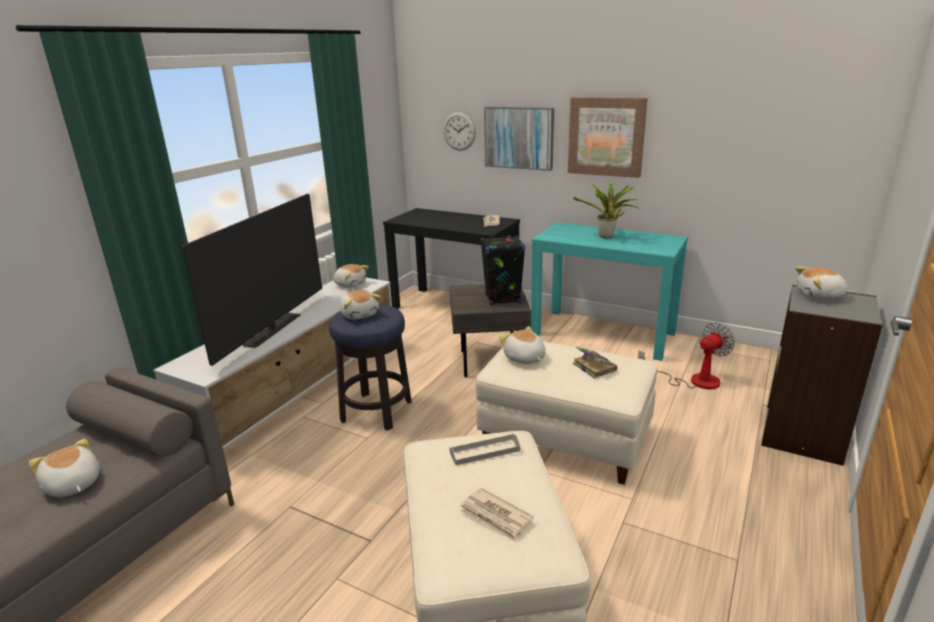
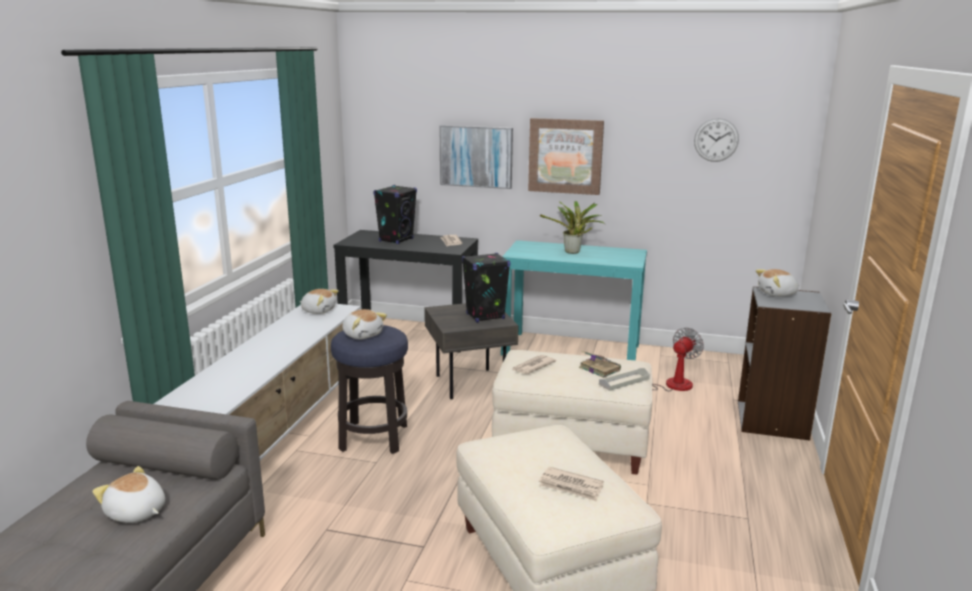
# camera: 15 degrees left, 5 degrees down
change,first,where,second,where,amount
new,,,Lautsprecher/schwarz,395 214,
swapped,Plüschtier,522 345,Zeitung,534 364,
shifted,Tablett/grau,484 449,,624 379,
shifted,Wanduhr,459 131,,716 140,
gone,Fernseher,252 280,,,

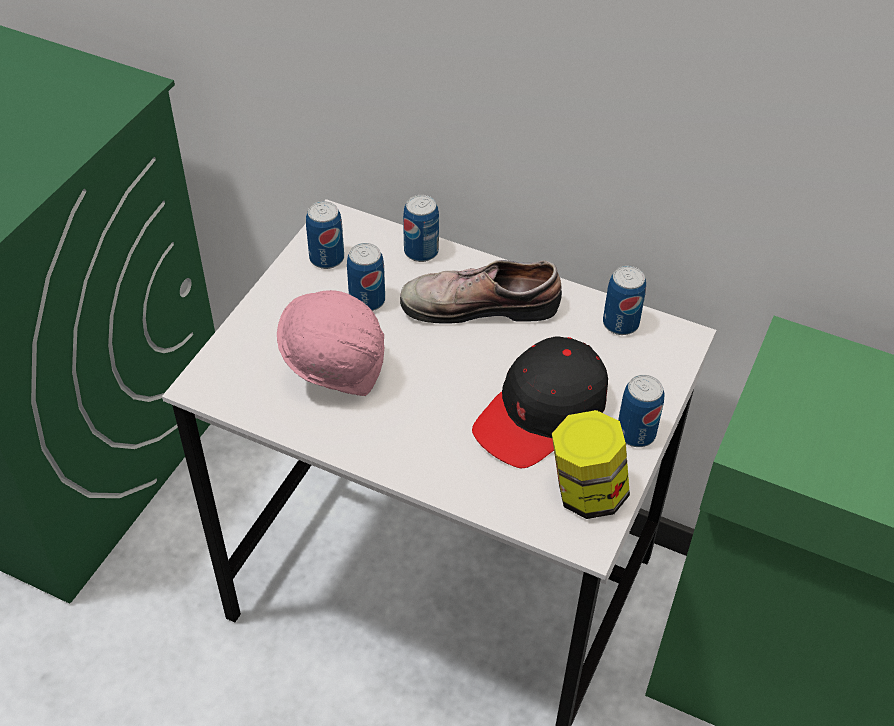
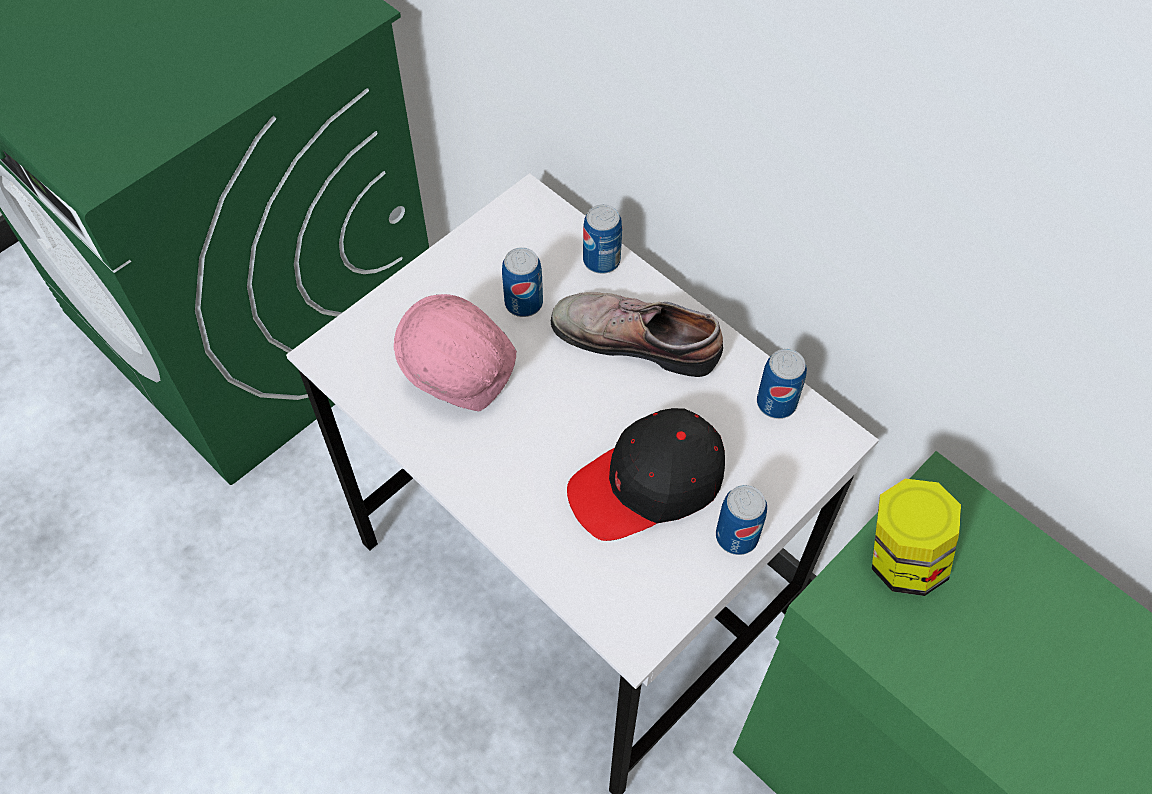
# camera: 20 degrees right, 10 degrees up
change,first,where,second,where,amount
shifted,Vorratsglas,591 464,,916 537,
gone,Dose,325 235,,,

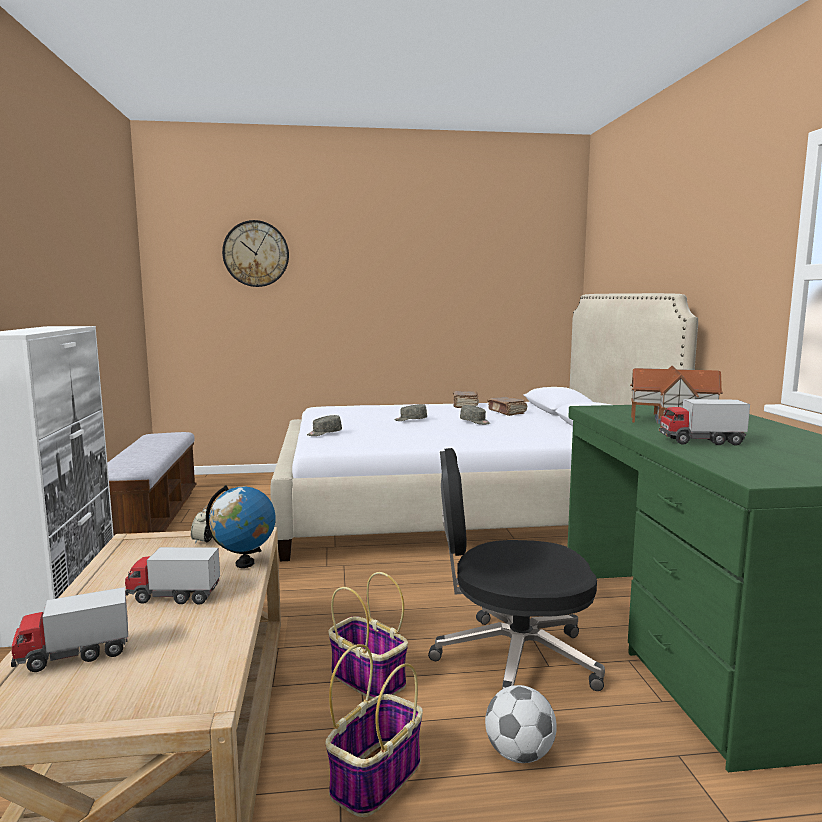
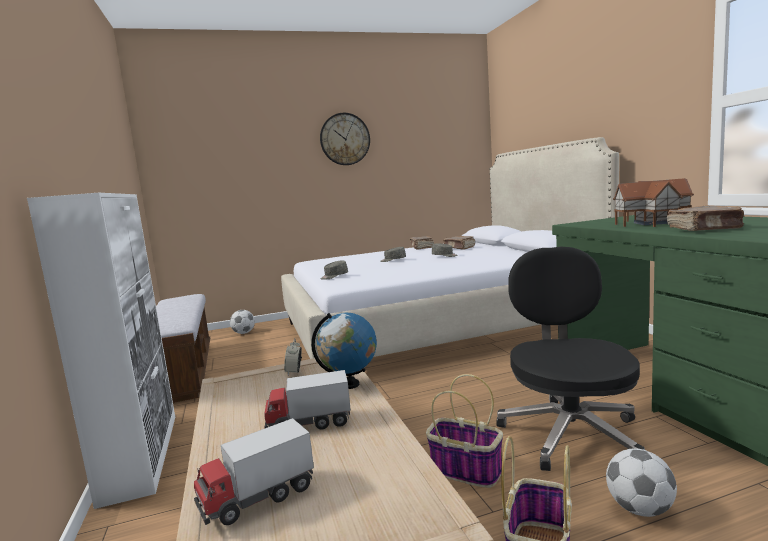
# camera: 10 degrees left, 0 degrees up
change,first,where,second,where,amount
new,,,Fußball,242 322,
shifted,Wanduhr,255 253,,345 139,
rotated,Bürostuhl/schwarz,516 569,,570 359,105 degrees clockwise
swapped,Spielzeuglaster,704 422,Buch/braun,705 218,

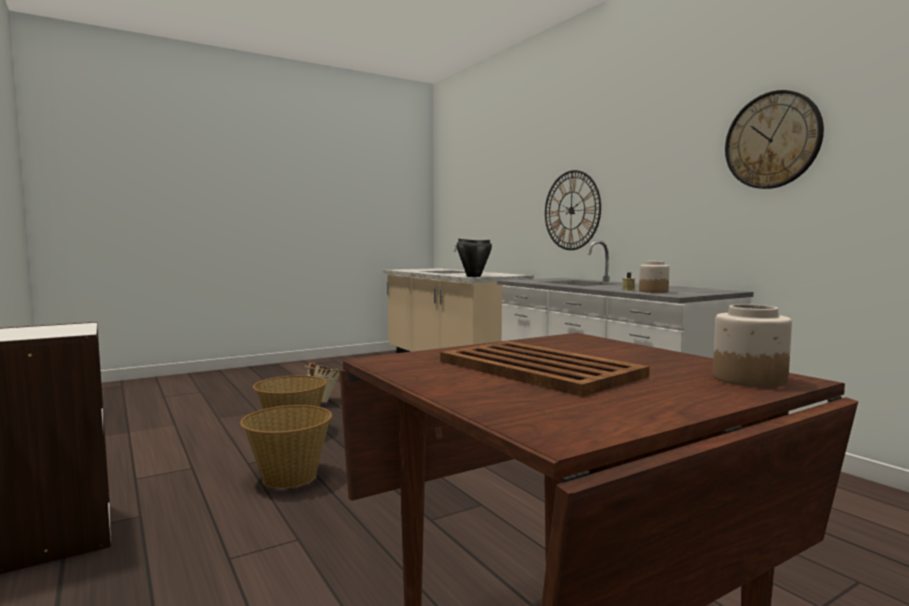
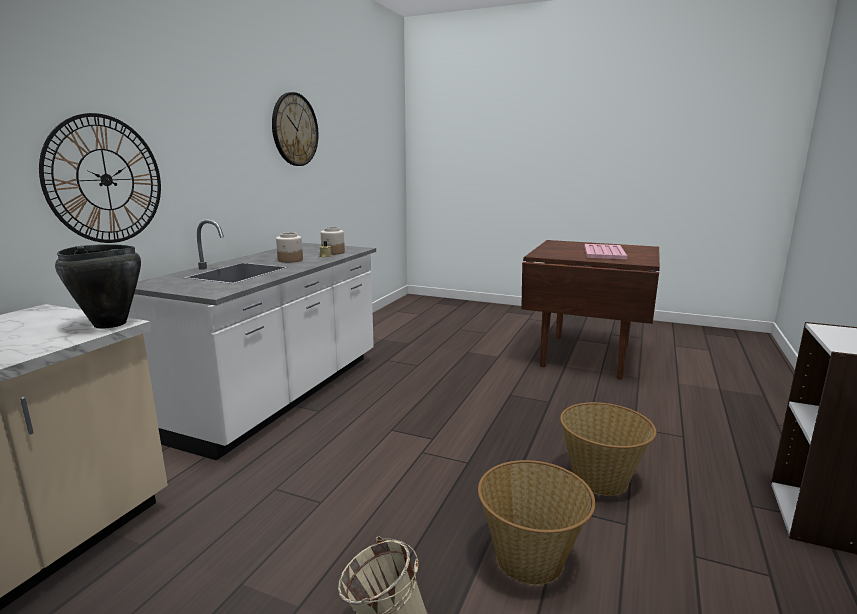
# camera: 125 degrees left, 10 degrees up
change,first,where,second,where,amount
shifted,Vorratsglas,752 346,,289 247,
repainted,Tablett/braun,545 369,Tablett/rosa,605 251,

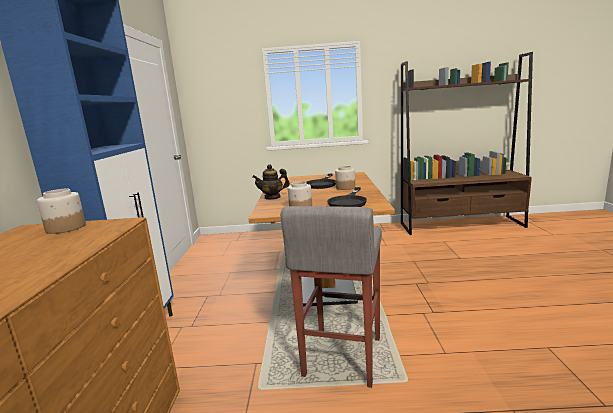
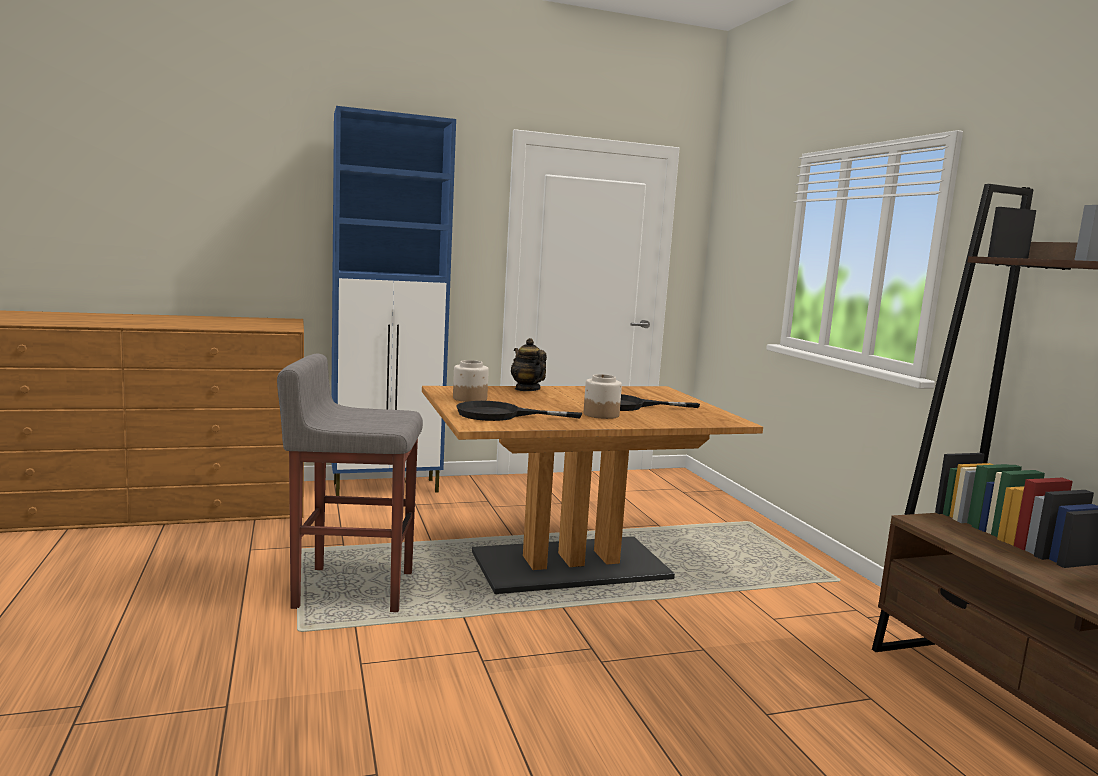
# camera: 70 degrees right, 5 degrees down
change,first,where,second,where,amount
gone,Vorratsglas,61 211,,,

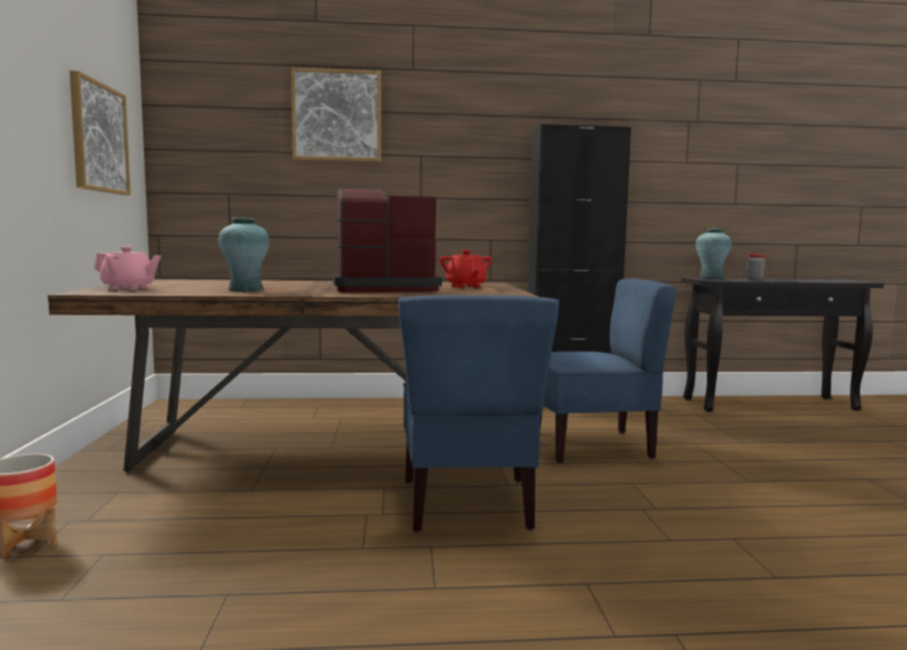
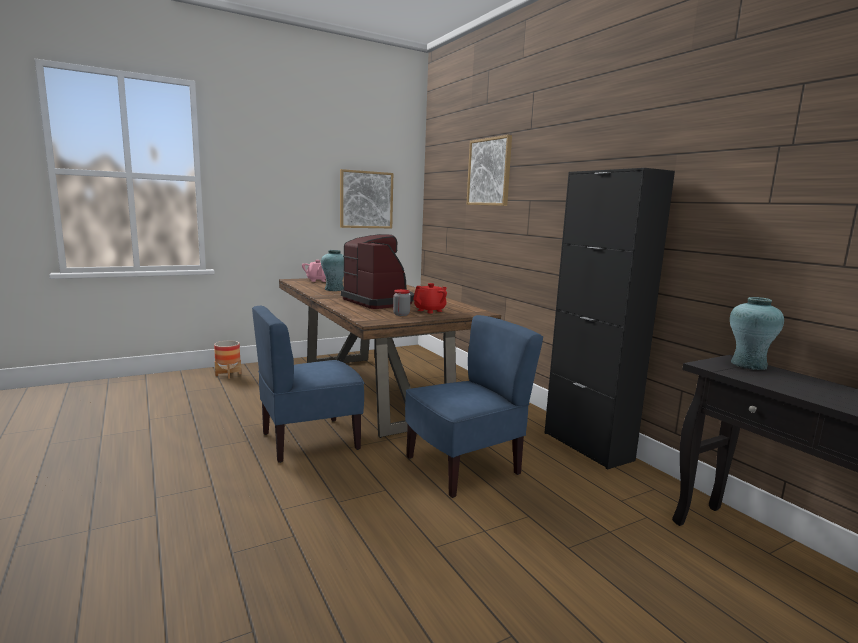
# camera: 65 degrees right, 5 degrees up
change,first,where,second,where,amount
shifted,Vorratsglas,756 267,,402 302,
rotated,Stuhl/blau,608 371,,474 406,90 degrees counterclockwise

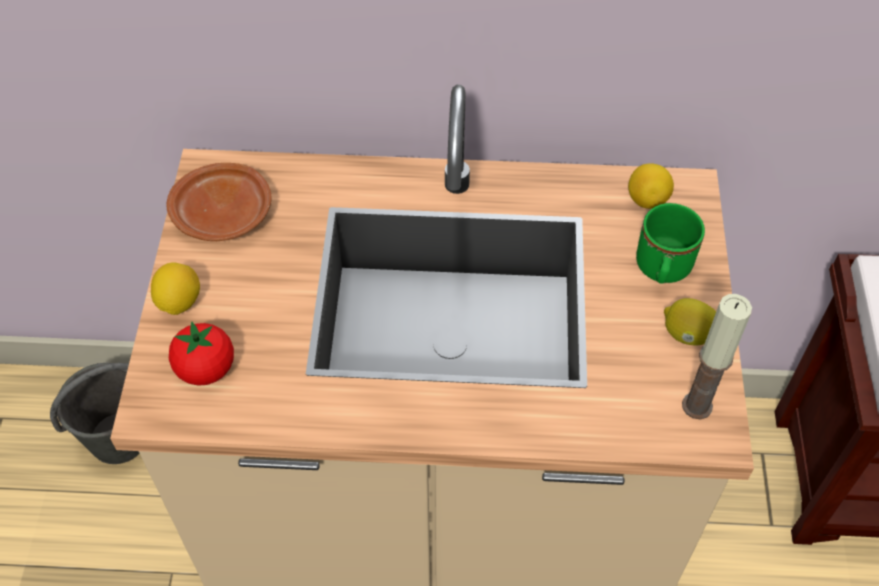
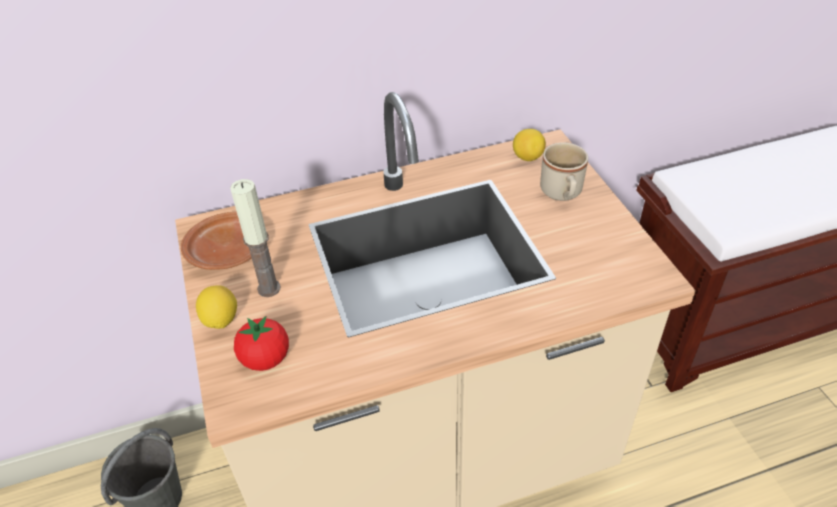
# camera: 20 degrees left, 10 degrees down
change,first,where,second,where,amount
shifted,Kerze,717 356,,255 238,
repainted,Henkelbecher/grün,670 243,Henkelbecher/beige,564 171,
gone,Zitrone,690 321,,,

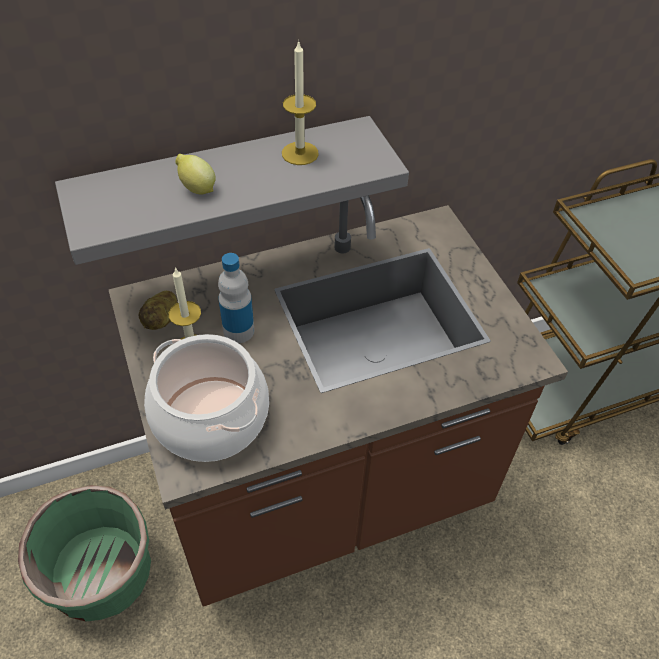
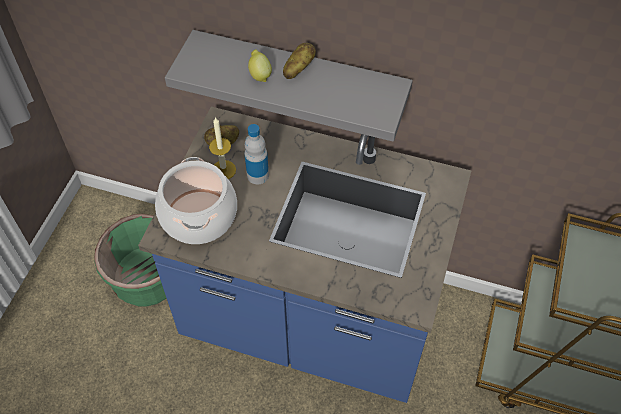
# camera: 40 degrees right, 5 degrees up
change,first,where,second,where,amount
repainted,Küchenzeile/braun,338 401,Küchenzeile/blau,304 255,
new,,,Kartoffel,299 61,
gone,Kerze,300 102,,,

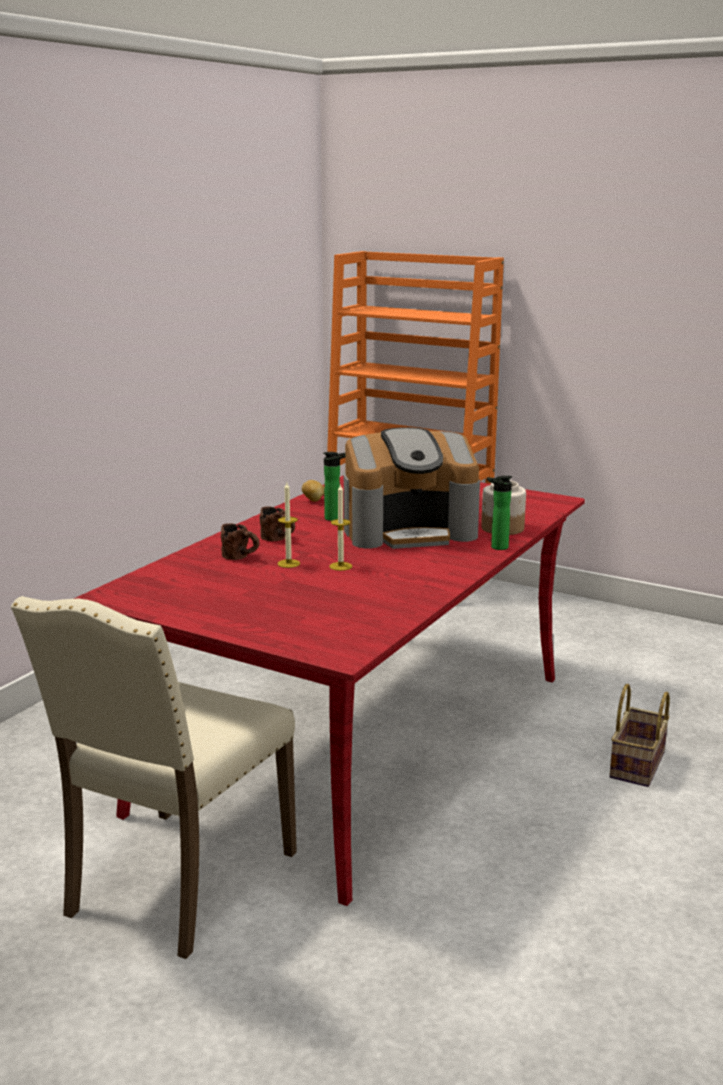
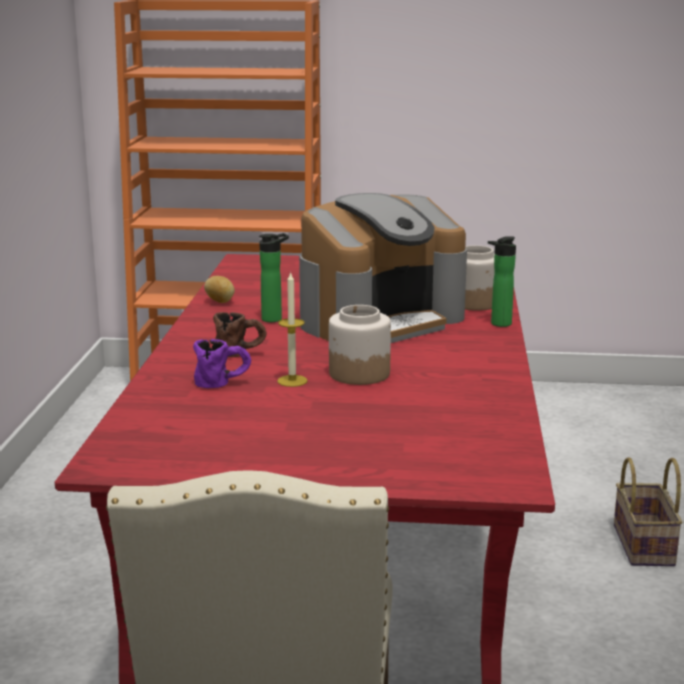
# camera: 25 degrees left, 0 degrees up
change,first,where,second,where,amount
repainted,Henkelbecher/braun,240 541,Henkelbecher/lila,222 363,
swapped,Kerze,340 528,Vorratsglas,360 345,

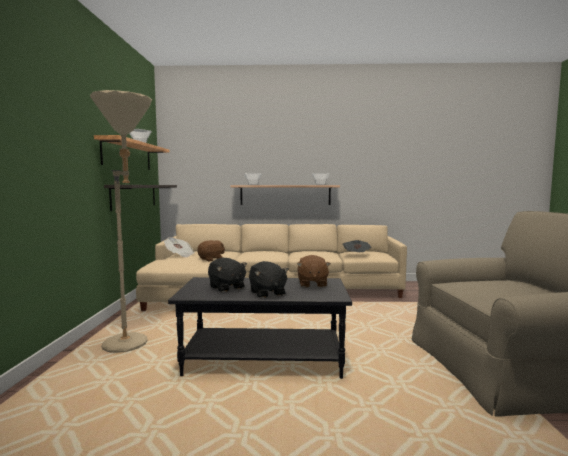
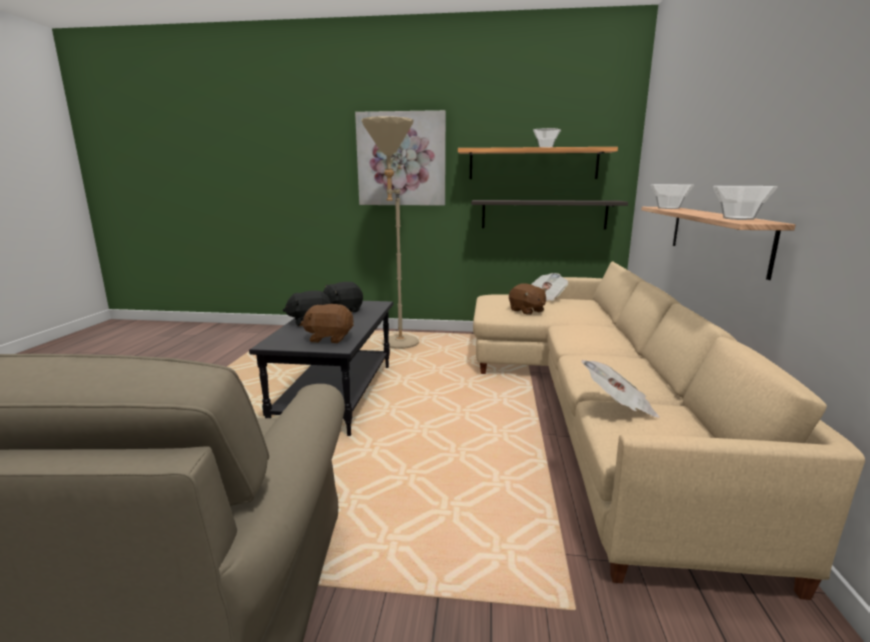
# camera: 95 degrees right, 10 degrees up
change,first,where,second,where,amount
new,,,Bild,400 158,

